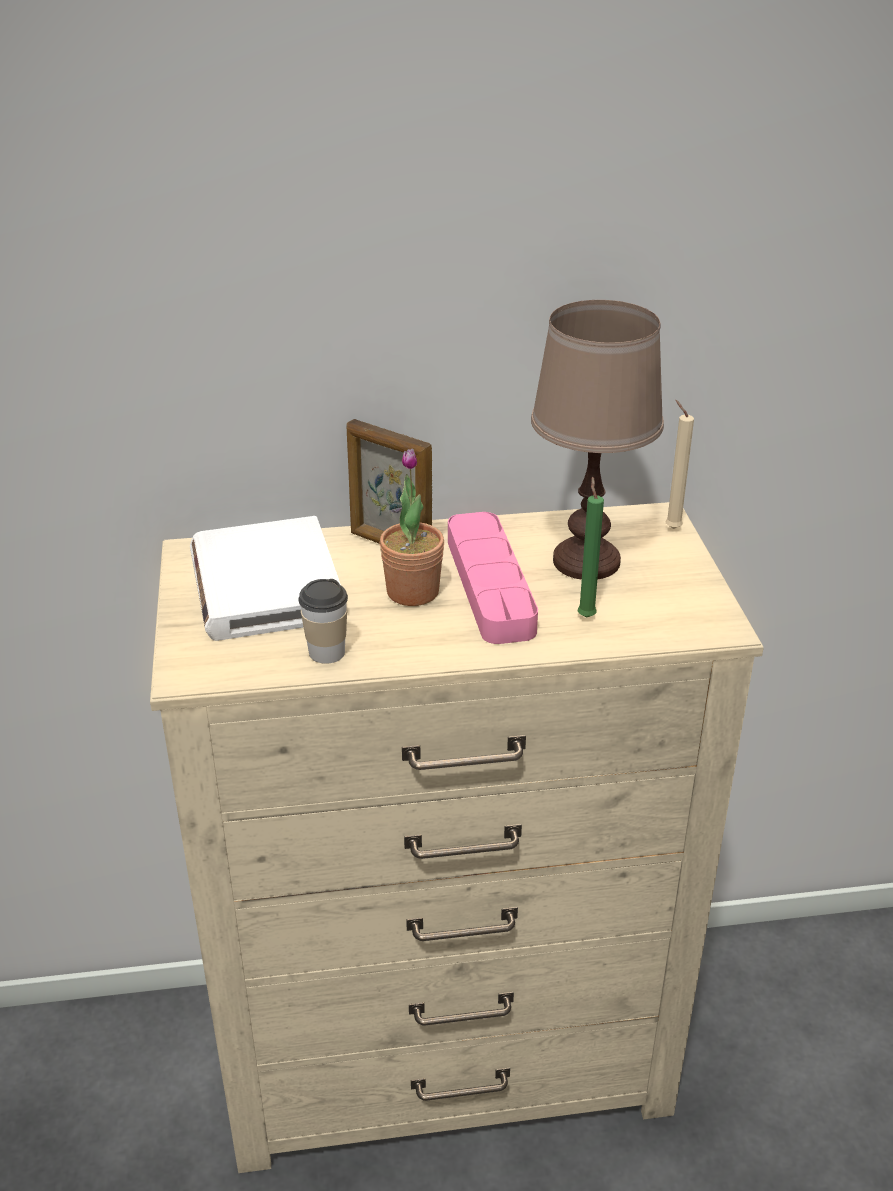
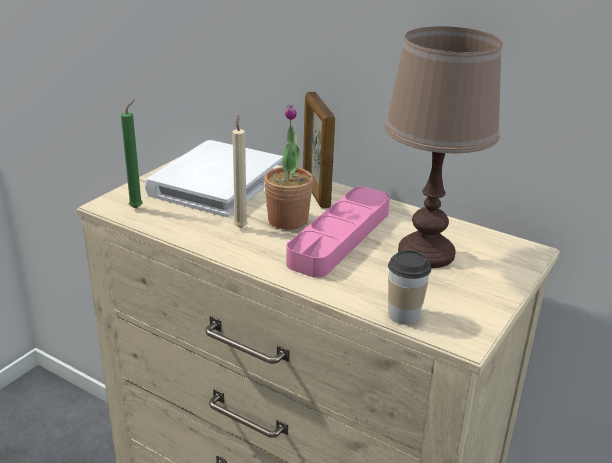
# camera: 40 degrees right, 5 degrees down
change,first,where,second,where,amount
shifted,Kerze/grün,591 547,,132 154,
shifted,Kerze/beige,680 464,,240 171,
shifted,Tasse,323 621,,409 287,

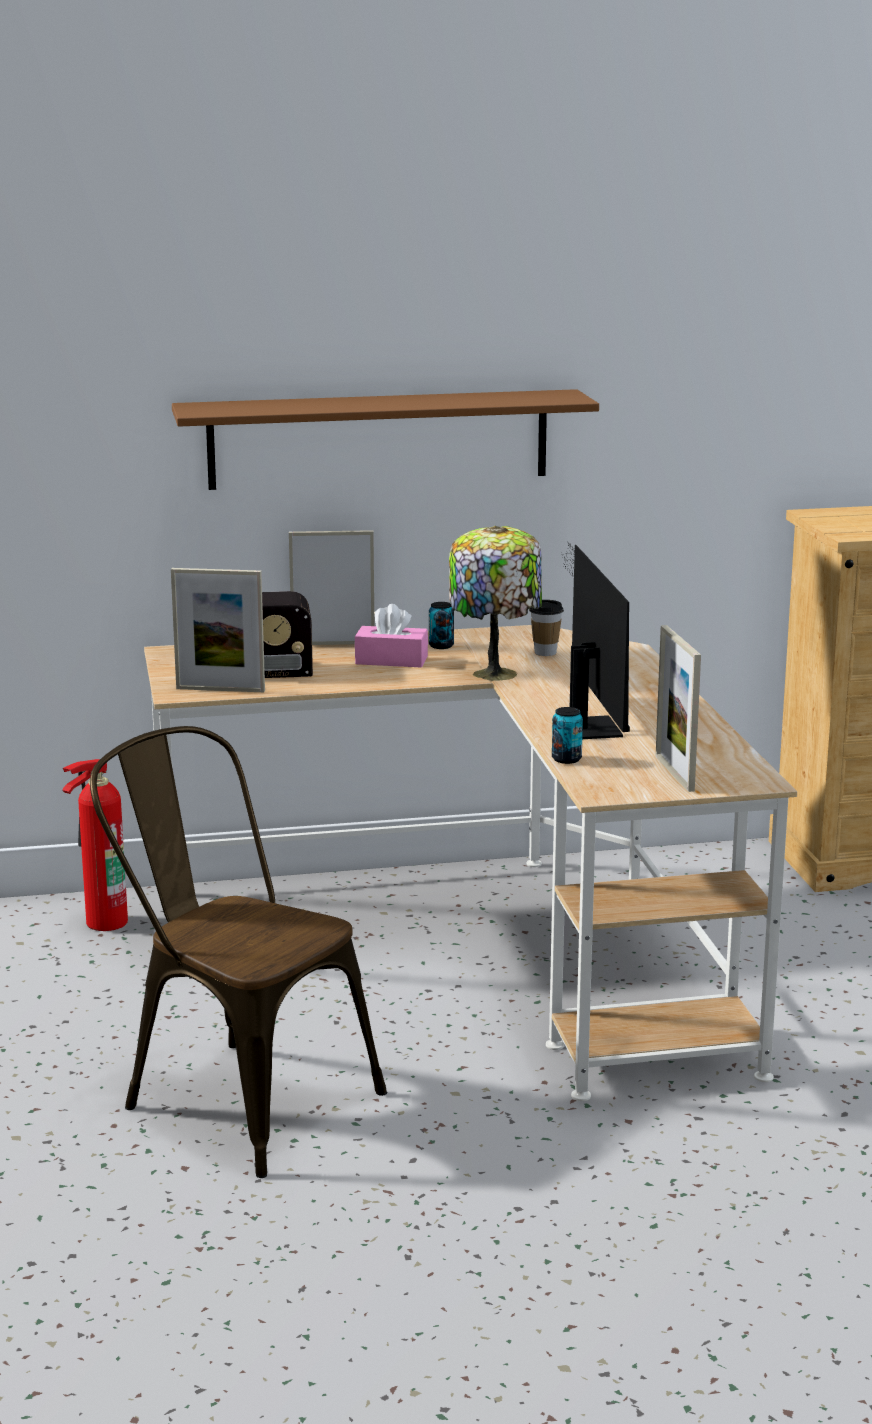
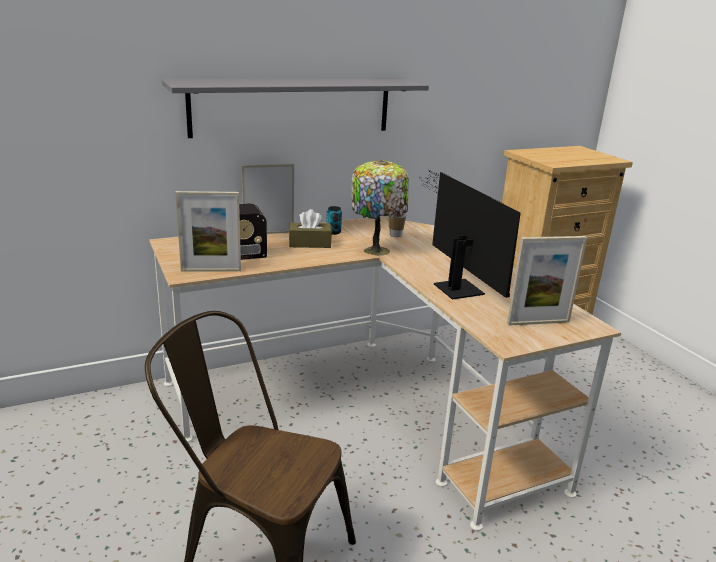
# camera: 15 degrees left, 5 degrees up
change,first,where,second,where,amount
repainted,Wandregal/braun,385 439,Wandregal/grau,295 108,
repainted,Taschentuchbox/rosa,391 635,Taschentuchbox/braun,310 228,
rotated,Bilderrahmen,678 708,,547 280,75 degrees counterclockwise
gone,Feuerlöscher,95 845,,,
gone,Dose,567 735,,,

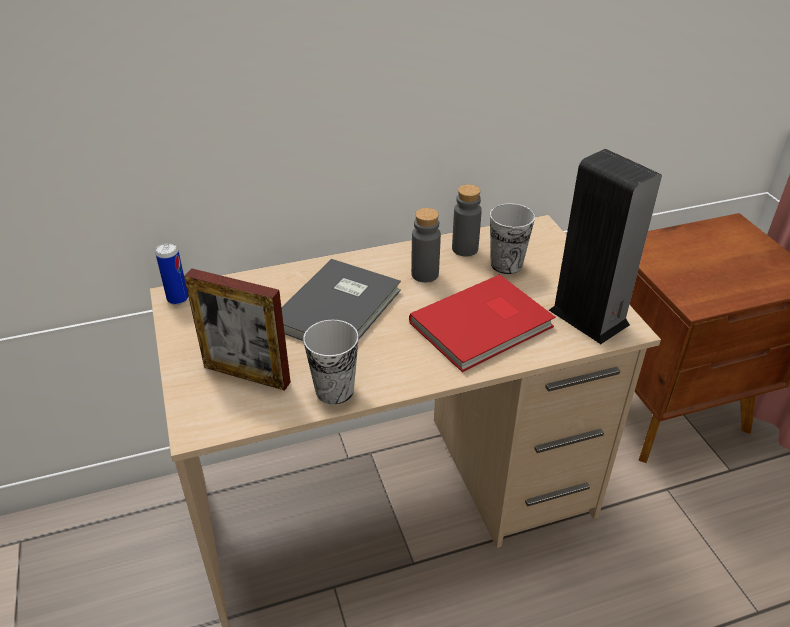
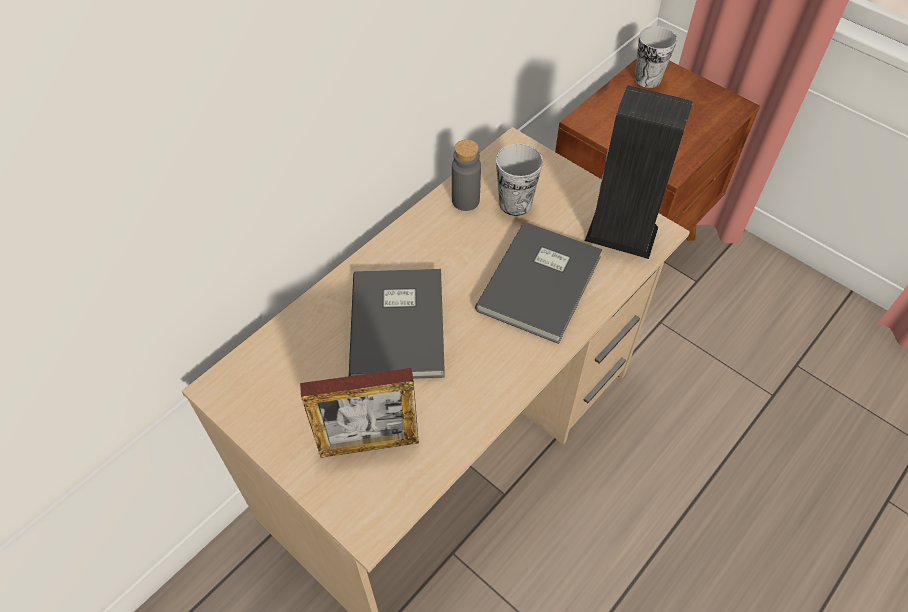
# camera: 30 degrees left, 15 degrees up
change,first,where,second,where,amount
repainted,Buch/rot,482 323,Buch/grau,538 283,
shifted,Tasse,331 362,,656 57,
gone,Dose,172 274,,,
gone,Flasche/grau,426 245,,,

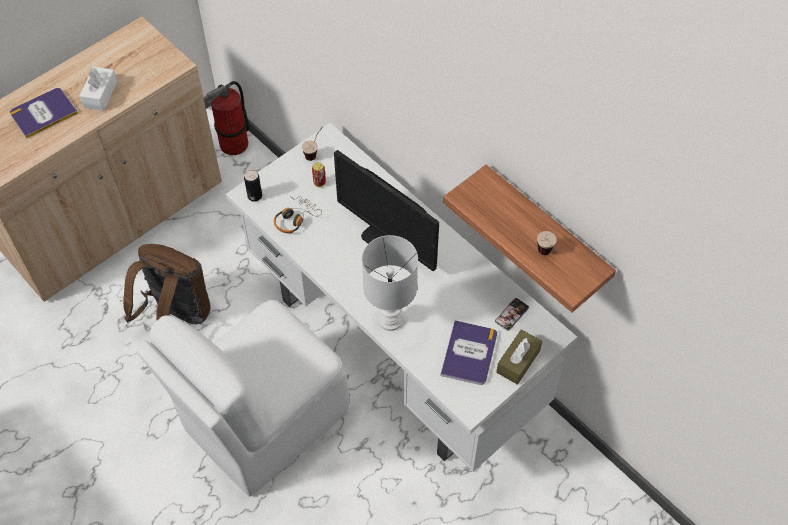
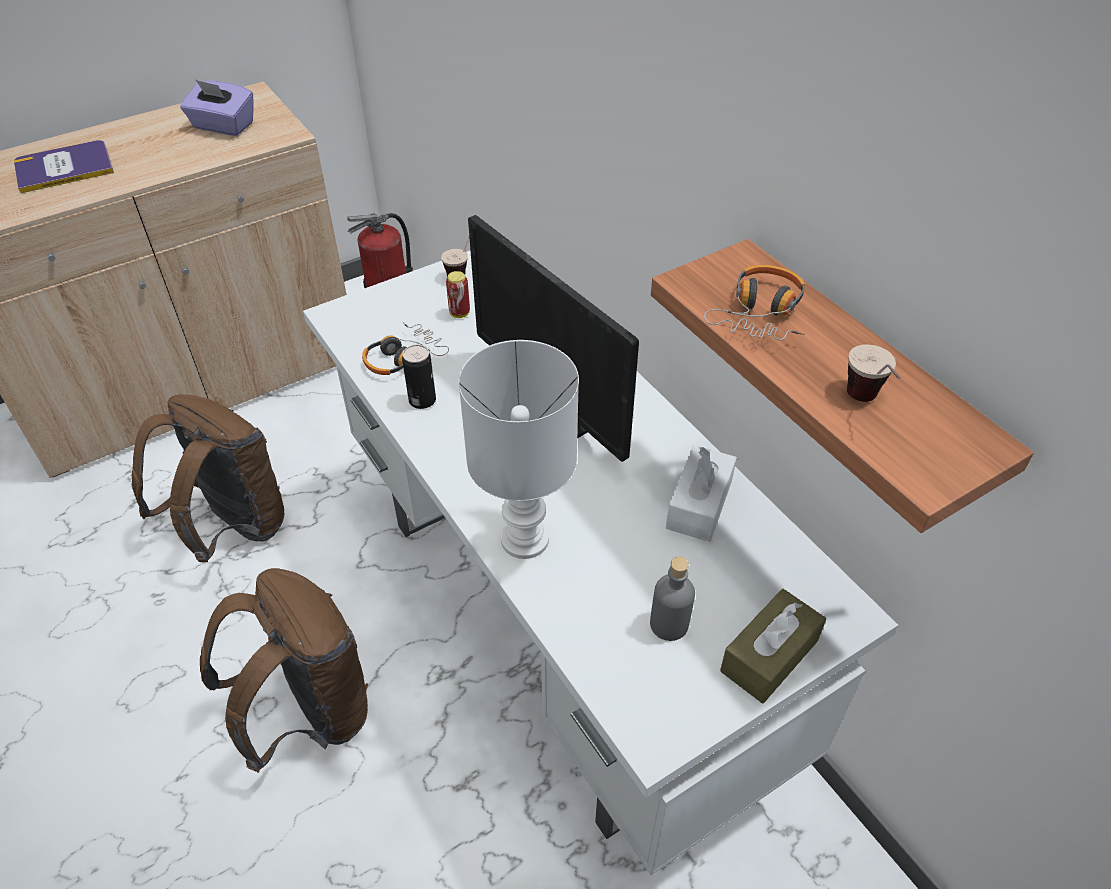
# camera: 10 degrees right, 10 degrees down
change,first,where,second,where,amount
new,,,Taschentuchbox/lila,217 108,
swapped,Stuhl/weiß,242 398,Rucksack/braun,284 670,
shifted,Dose,253 186,,419 377,
swapped,Buch,468 352,Flasche/grau,672 599,
shifted,Taschentuchbox/weiß,98 89,,701 493,
new,,,Kopfhörer,754 302,
gone,Handy,512 314,,,

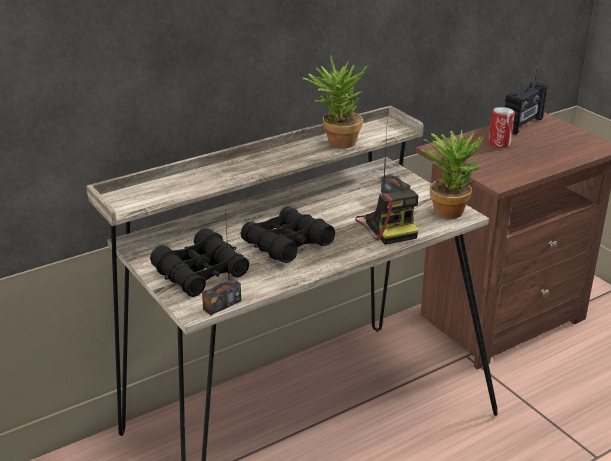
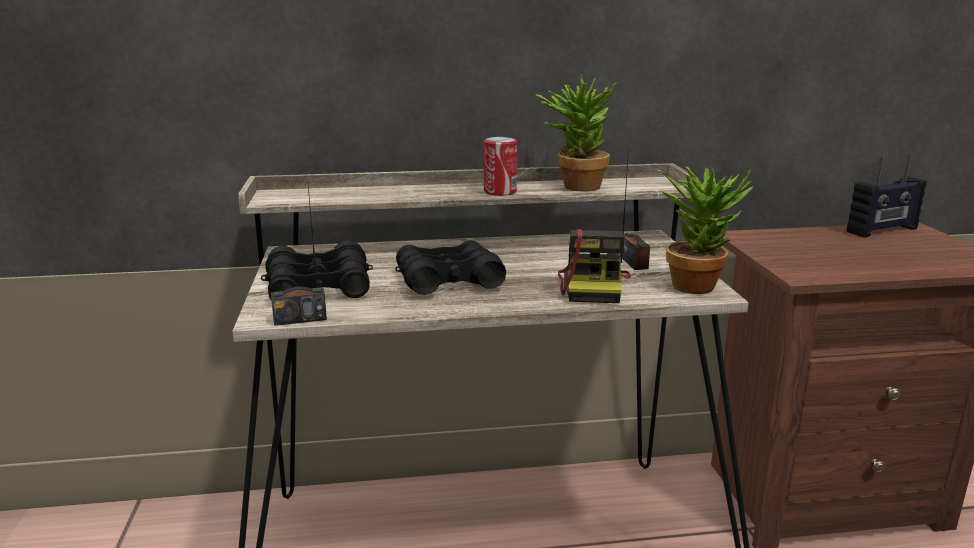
# camera: 25 degrees right, 10 degrees down
change,first,where,second,where,amount
shifted,Dose,502 127,,500 166,

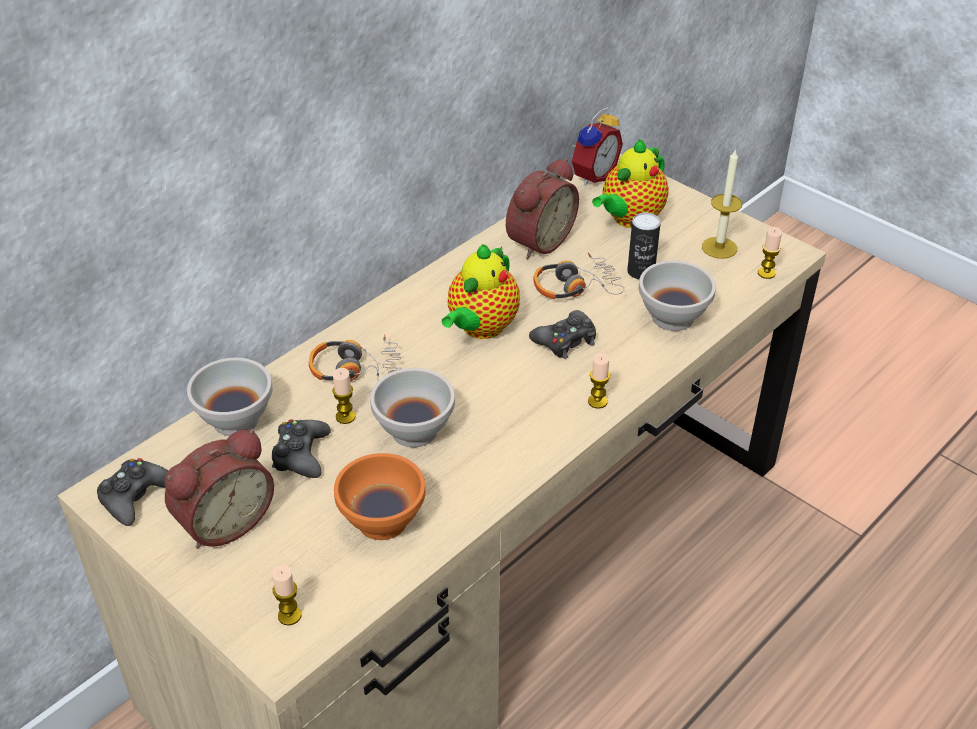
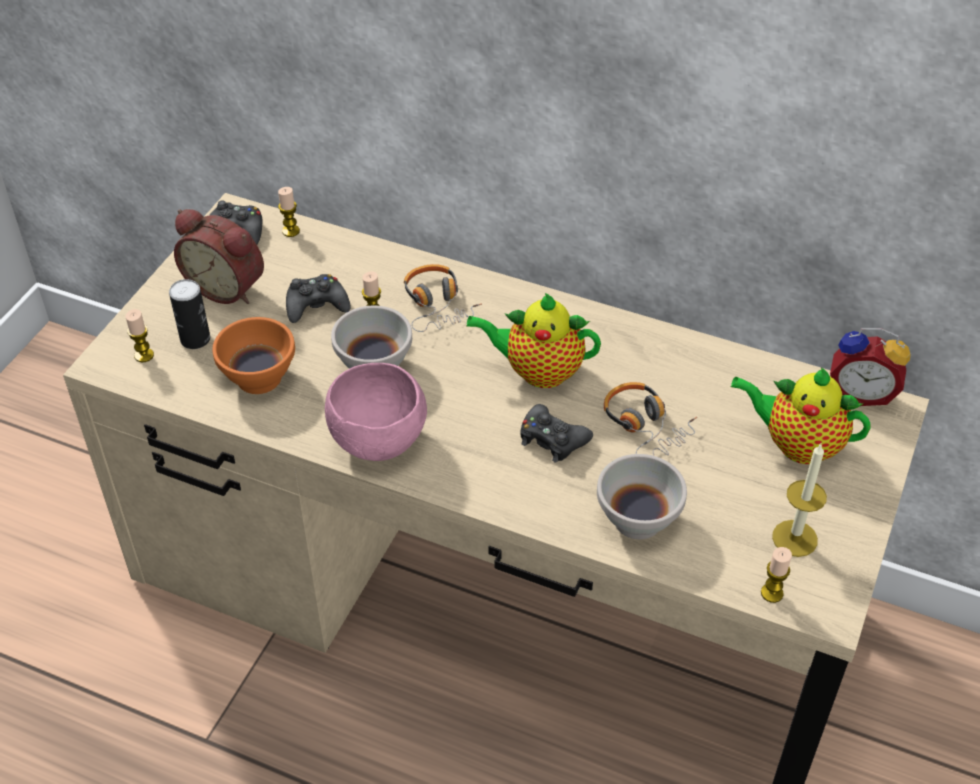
# camera: 70 degrees right, 5 degrees up
change,first,where,second,where,amount
shifted,Dose,644 245,,189 314,
shifted,Kerze,599 381,,289 212,
new,,,Schüssel/rosa,376 412,
gone,Schüssel/weiß,230 397,,,
gone,Wecker,542 208,,,

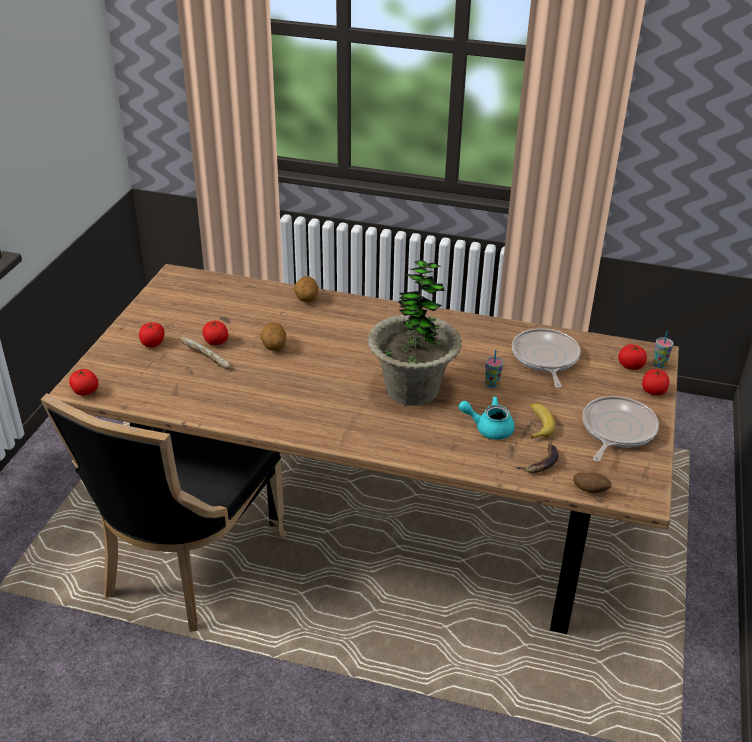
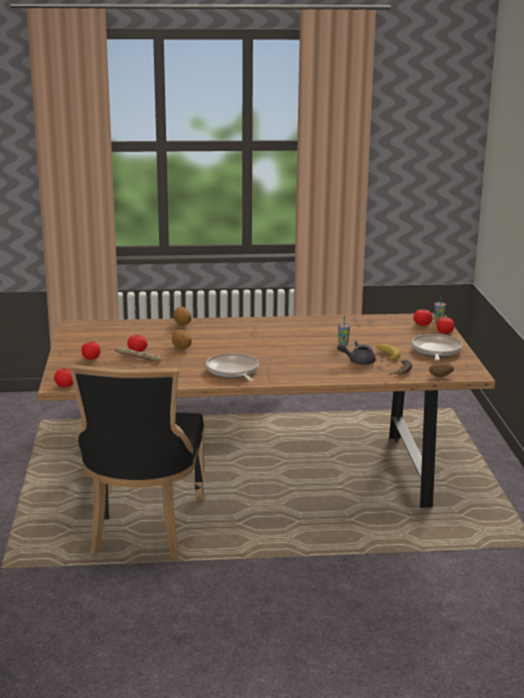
# camera: 20 degrees left, 15 degrees down
change,first,where,second,where,amount
shifted,Pfanne,546 358,,232 367,
repainted,Teekanne/türkis,487 418,Teekanne/grau,356 353,
gone,Topfpflanze,414 332,,,

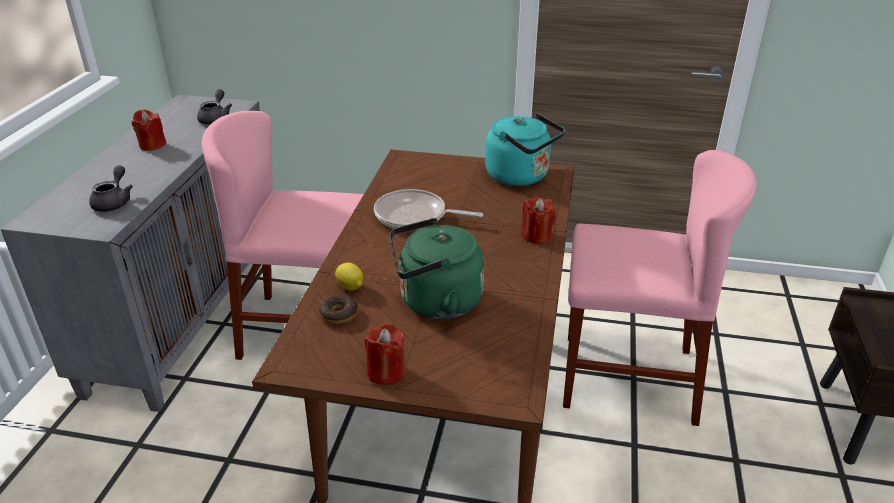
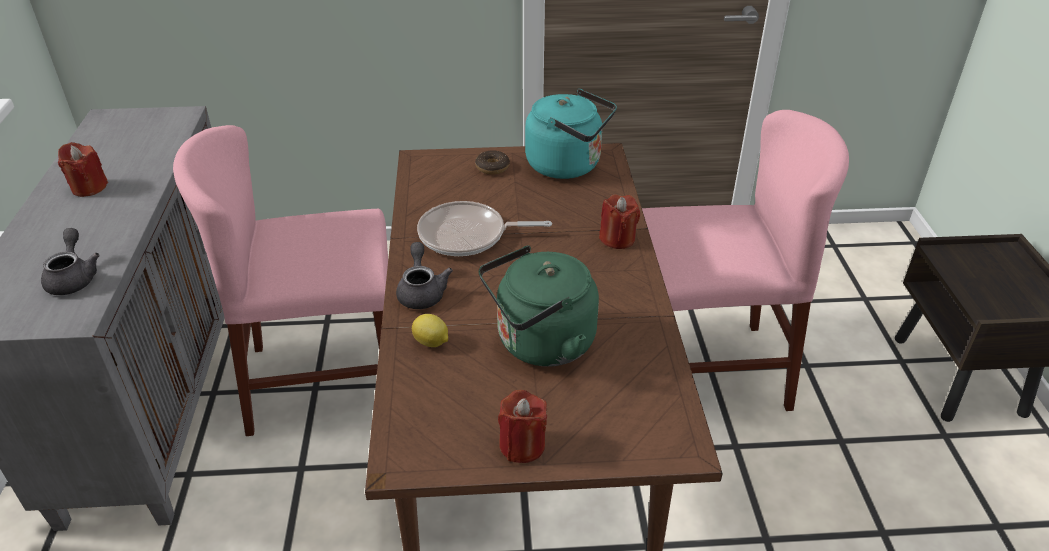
# camera: 15 degrees left, 5 degrees up
change,first,where,second,where,amount
shifted,Teekanne/grau,214 107,,424 275,
shifted,Donut,338 309,,492 162,

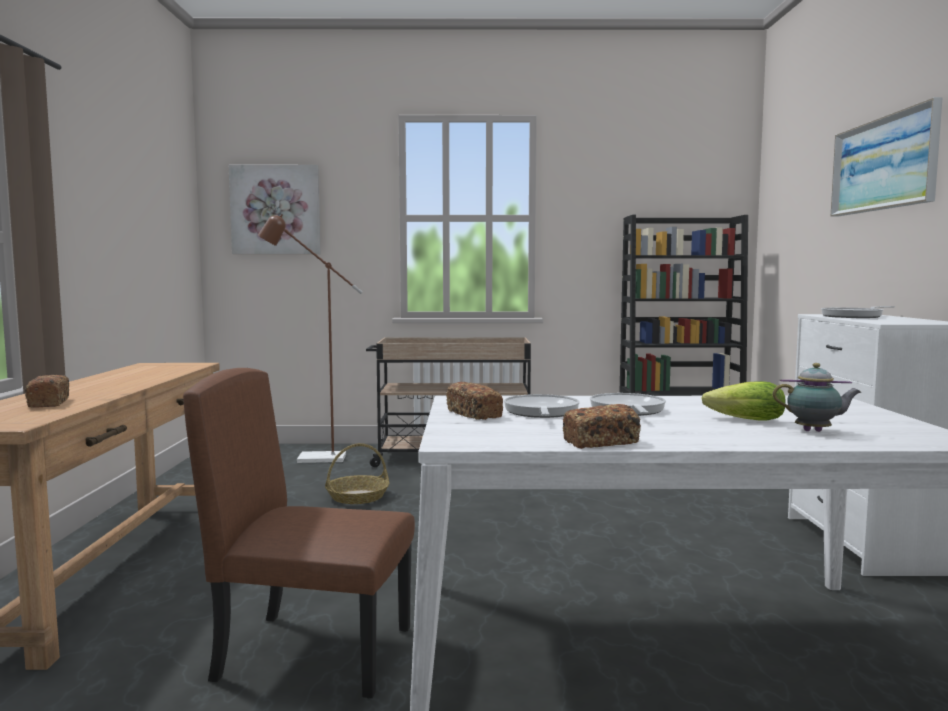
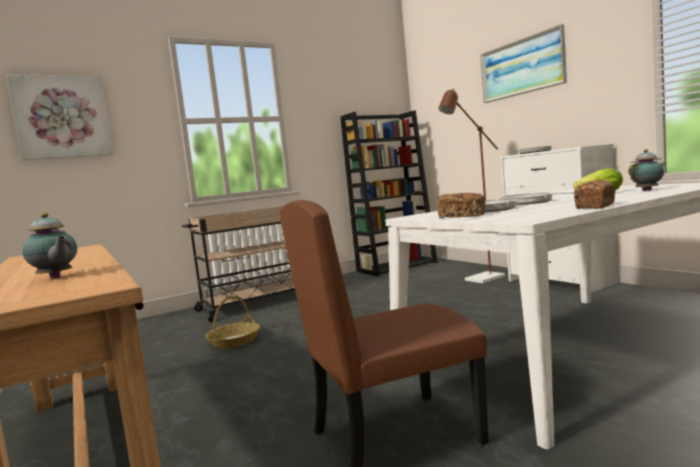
# camera: 30 degrees left, 0 degrees up
change,first,where,second,where,amount
swapped,Brot,47 391,Teekanne,49 245,
shifted,Stehlampe/braun,310 338,,472 185,

